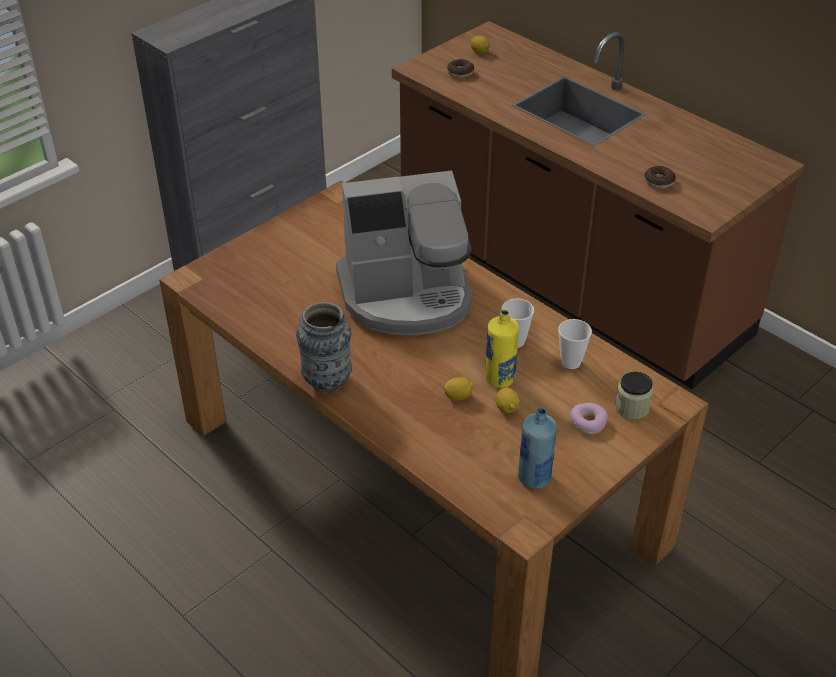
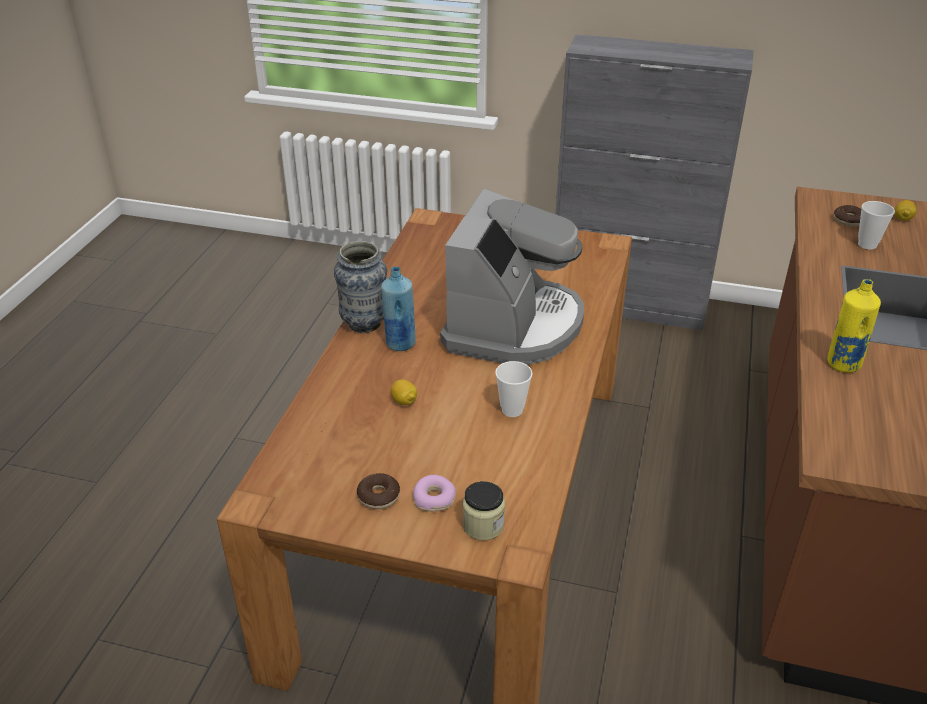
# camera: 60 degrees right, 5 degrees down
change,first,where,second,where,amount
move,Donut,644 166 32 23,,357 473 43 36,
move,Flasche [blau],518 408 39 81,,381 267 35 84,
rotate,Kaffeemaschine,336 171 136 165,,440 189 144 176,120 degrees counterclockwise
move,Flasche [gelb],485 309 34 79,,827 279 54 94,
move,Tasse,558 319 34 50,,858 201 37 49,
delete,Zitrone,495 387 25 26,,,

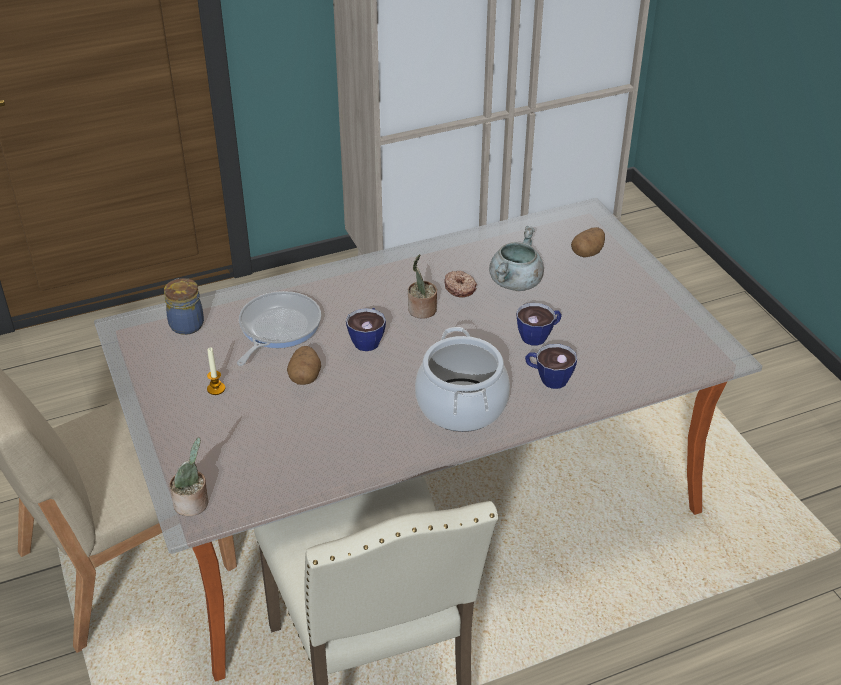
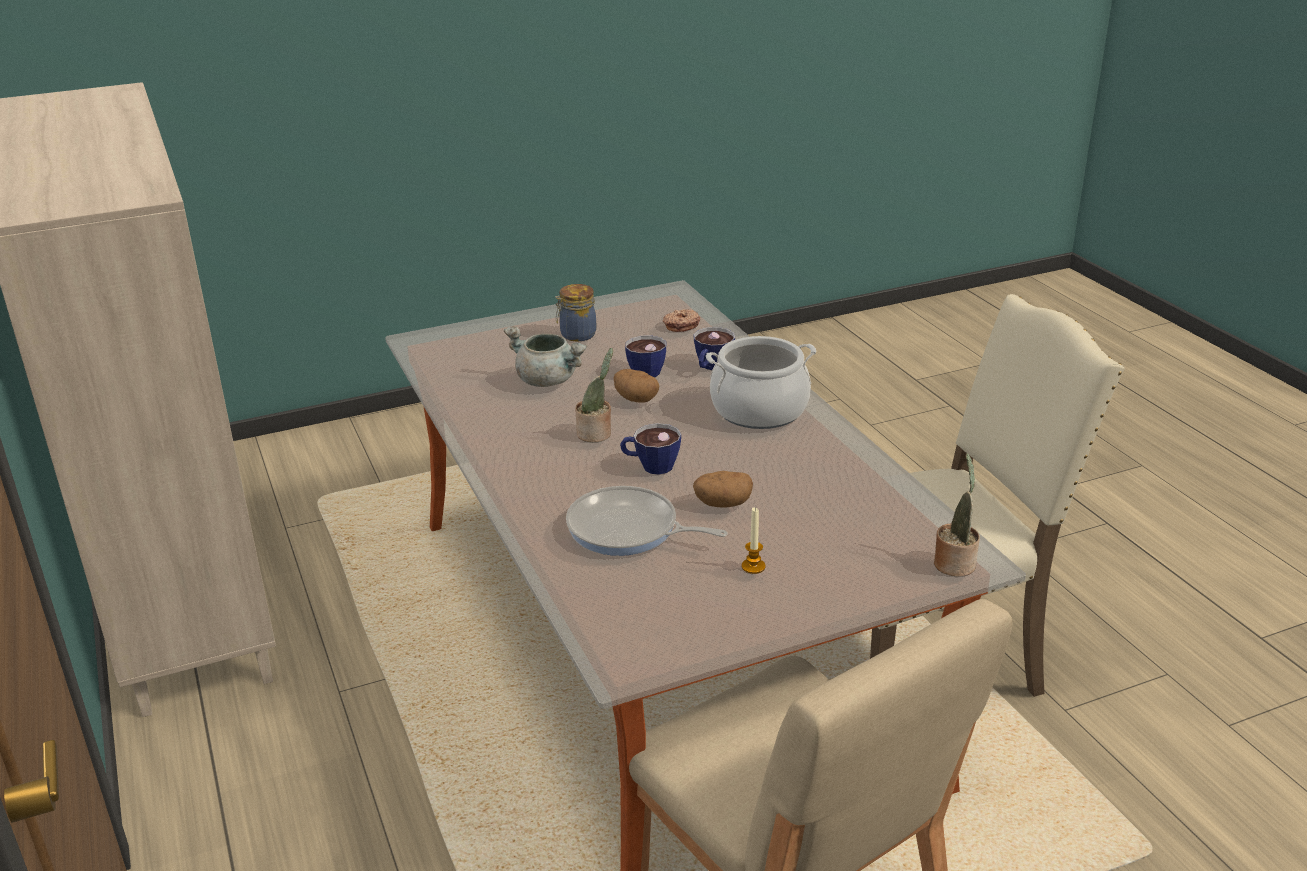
# camera: 90 degrees left, 10 degrees down
change,first,where,second,where,amount
move,Vorratsglas,164 278 40 57,,555 284 41 57,
move,Kartoffel,571 227 34 30,,614 369 45 34,
move,Donut,444 271 33 26,,663 309 37 23,

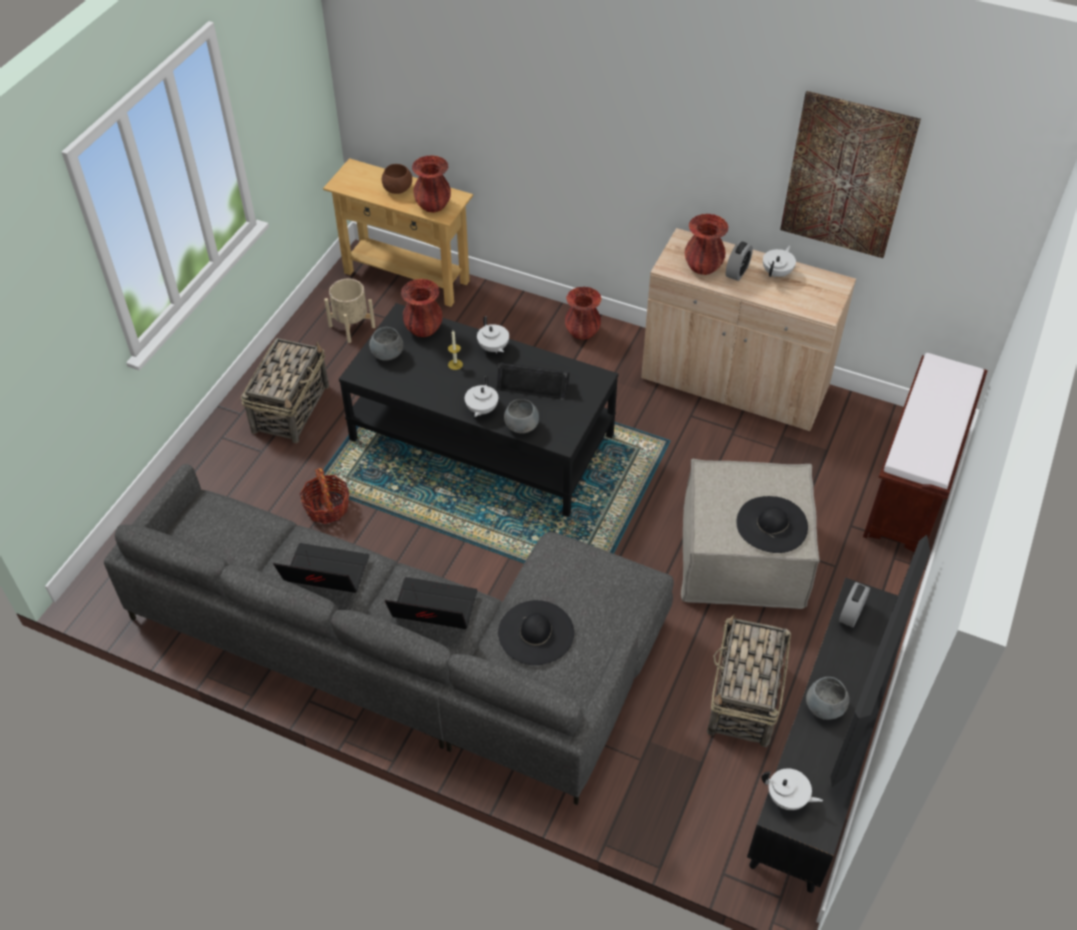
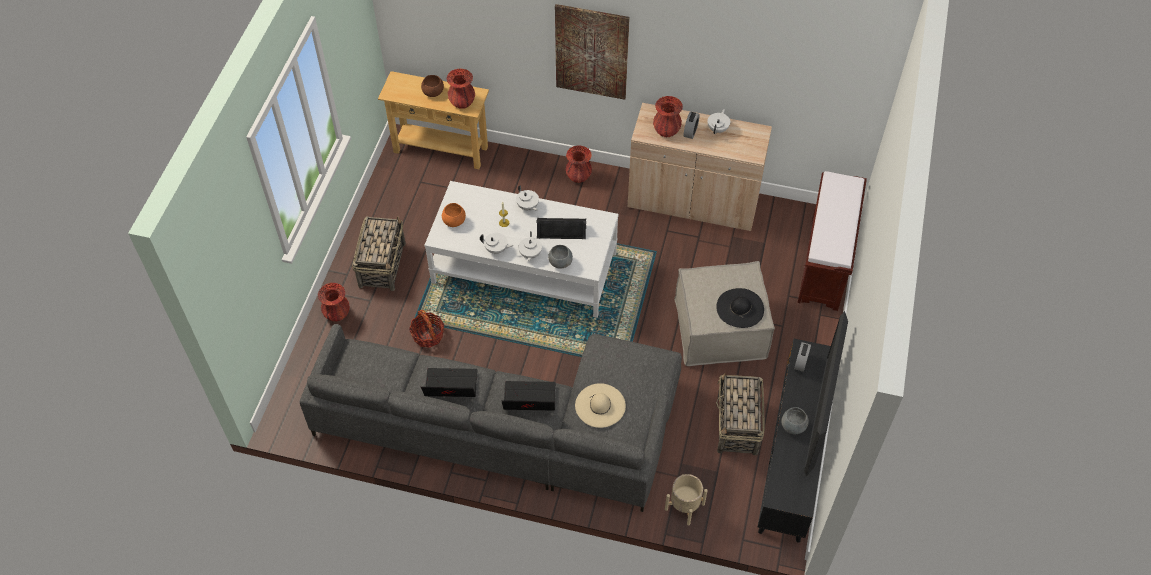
# camera: 10 degrees left, 5 degrees up
change,first,where,second,where,amount
move,Vase [rot],401 279 41 58,,318 283 32 38,
recolor,Couchtisch [schwarz],339 303 279 214,Couchtisch [weiß],425 181 194 137,
recolor,Schüssel [grau],369 327 34 33,Schüssel [orange],442 203 24 24,
move,Teekanne [weiß],761 768 62 42,,480 233 34 21,
move,Bild,780 91 141 167,,555 4 75 96,
recolor,Hut [schwarz],498 600 76 65,Hut [beige],575 383 51 45,
move,Pflanzkübel [beige],324 279 51 64,,665 474 43 52,

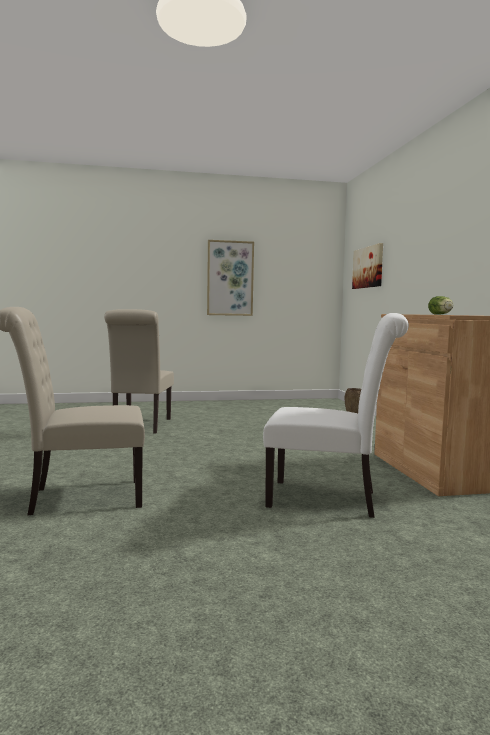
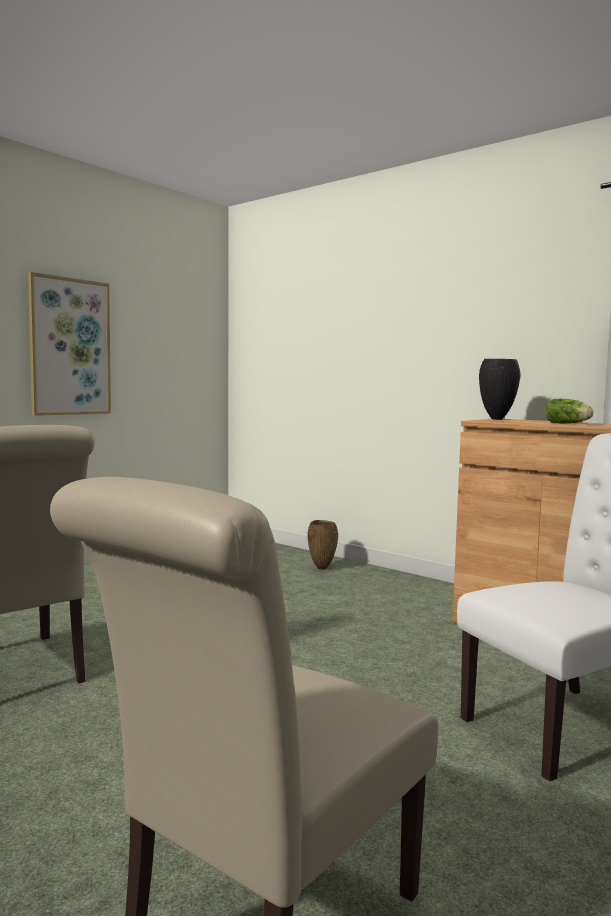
# camera: 40 degrees left, 0 degrees up
change,first,where,second,where,amount
insert,,,Vase [schwarz],479 359 41 61,
delete,Bild,352 243 31 46,,,

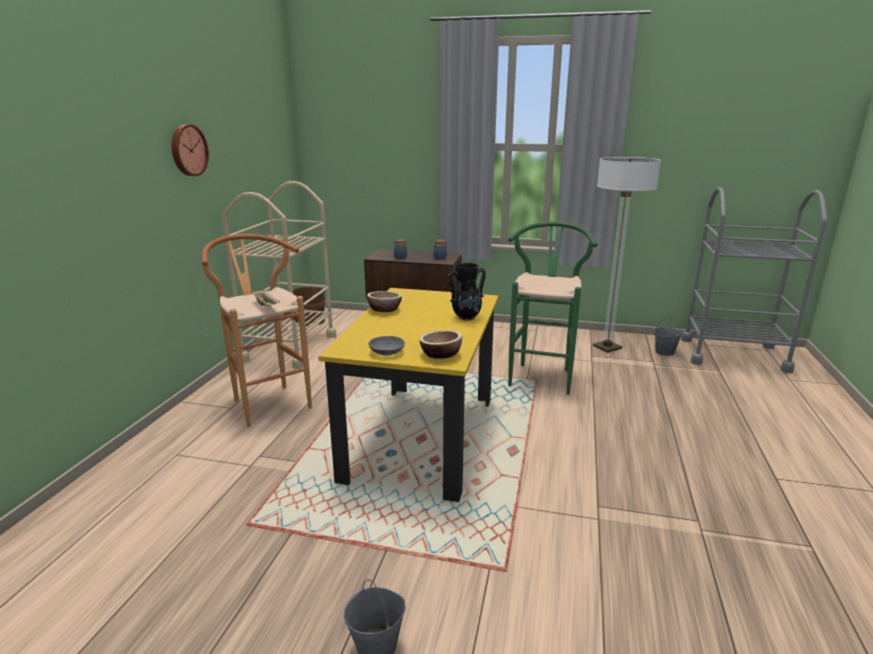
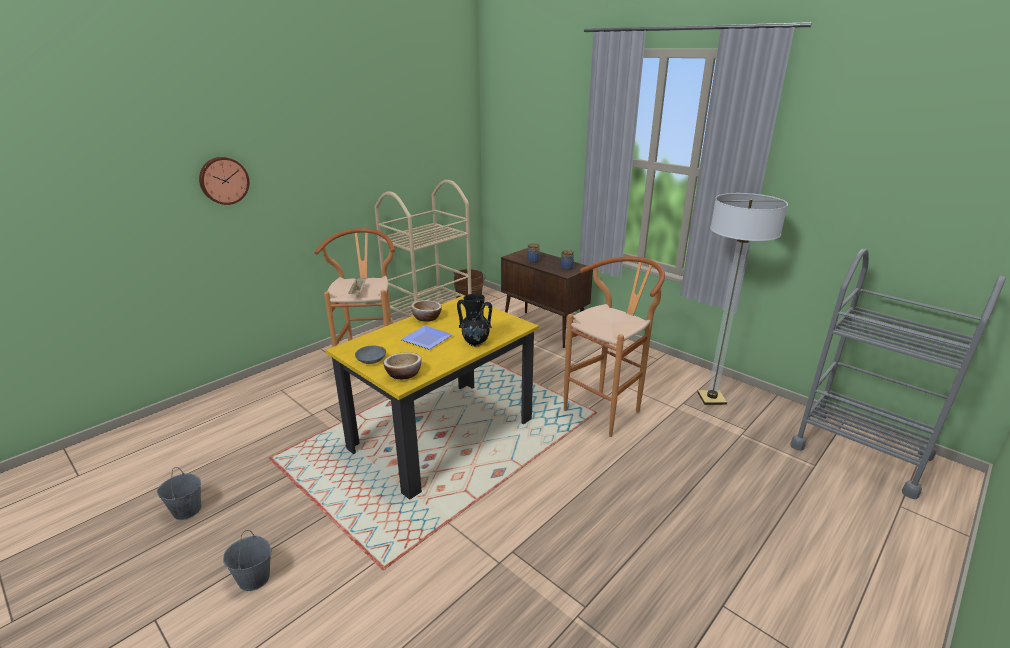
# camera: 30 degrees right, 5 degrees up
change,first,where,second,where,amount
move,Eimer [grau],655 317 27 39,,157 467 44 53,
move,Wanduhr,172 124 37 52,,199 157 50 48,
insert,,,Teller,401 326 52 23,
recolor,Hocker [grün],508 221 89 174,Hocker [braun],564 256 101 181,

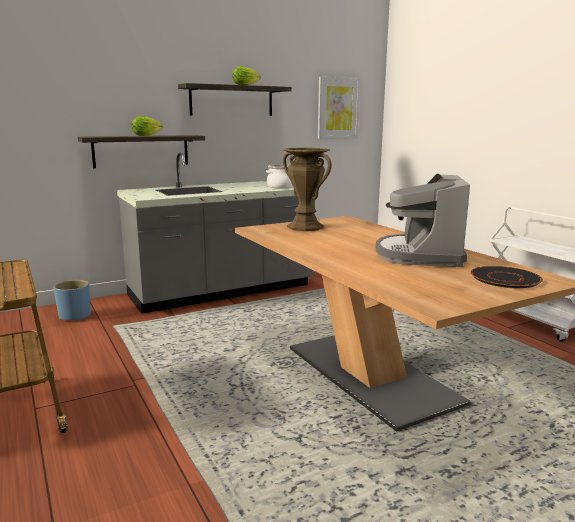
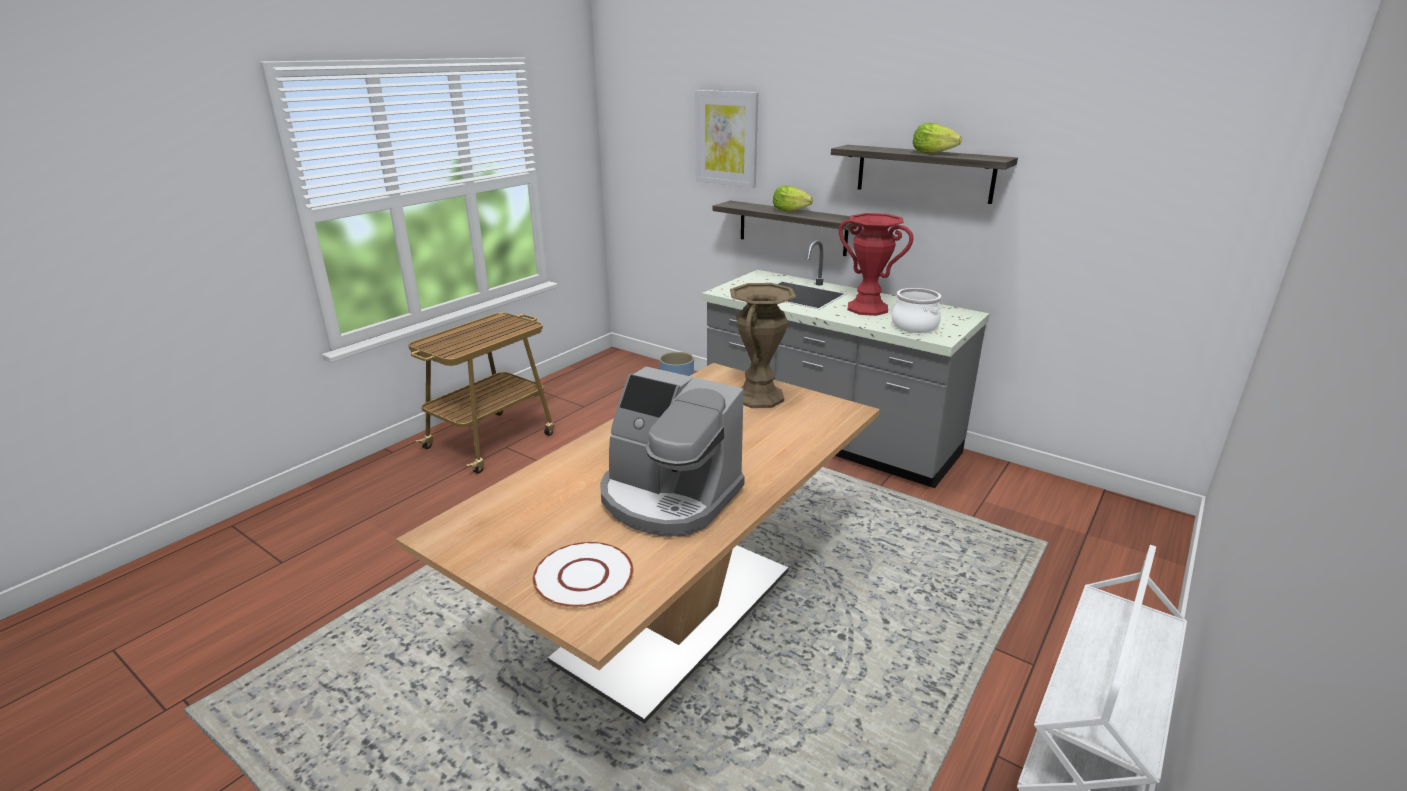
# camera: 65 degrees right, 10 degrees up
change,first,where,second,where,amount
recolor,Teller [schwarz],471 266 72 22,Teller [weiß],533 542 100 66,
rotate,Kaffeemaschine,376 174 94 93,,600 367 145 170,135 degrees counterclockwise
move,Bild,318 77 42 62,,695 90 63 98,
insert,,,Vase [rot],839 213 75 103,

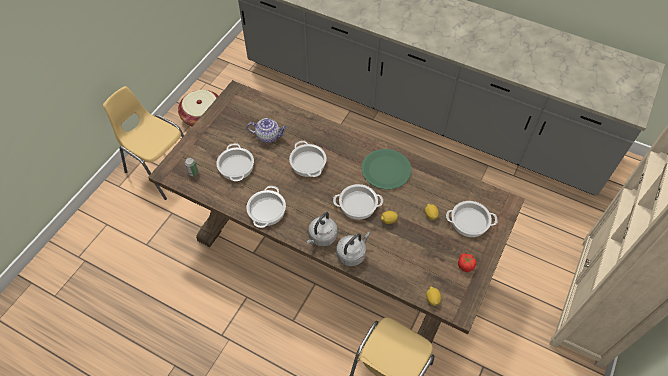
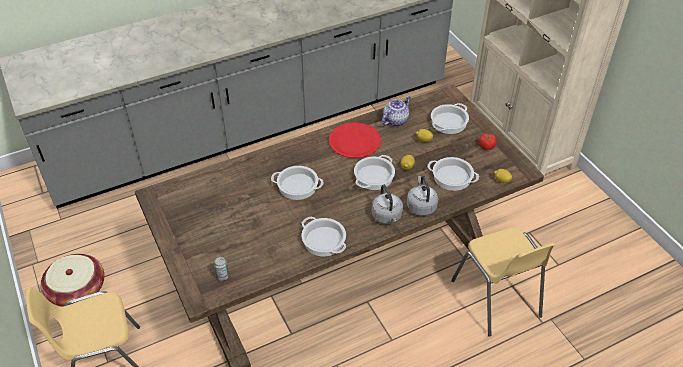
# camera: 55 degrees left, 10 degrees down
change,first,where,second,where,amount
recolor,Teller [grün],361 149 51 41,Teller [rot],329 122 52 36,
move,Teekanne,247 118 40 25,,382 96 29 30,
move,Kochtopf,217 143 37 38,,427 157 52 34,

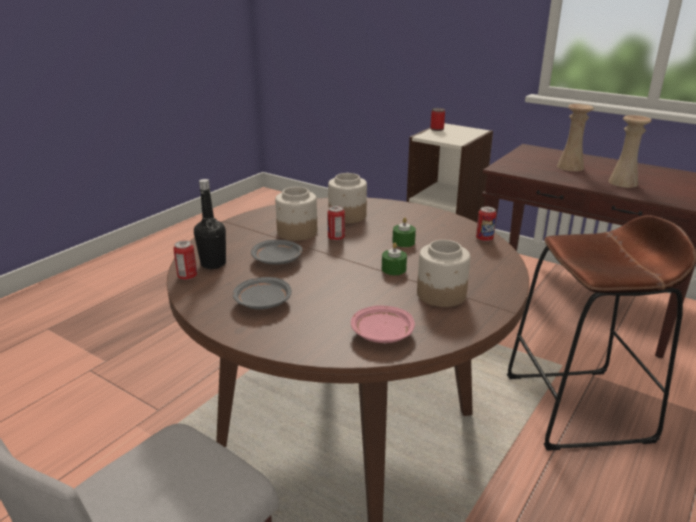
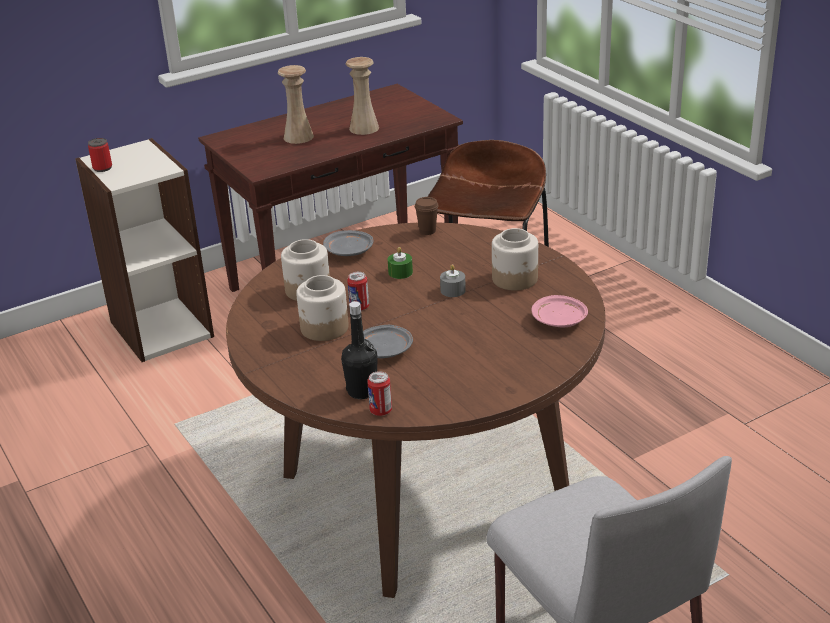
# camera: 65 degrees left, 5 degrees up
change,first,where,second,where,amount
move,Teller [grau],233 277 59 33,,323 230 50 26,
replace,Dose,476 207 21 35,Tasse [braun],415 197 24 38,
recolor,Kerze [grün],382 243 25 32,Kerze [grau],440 264 26 33,

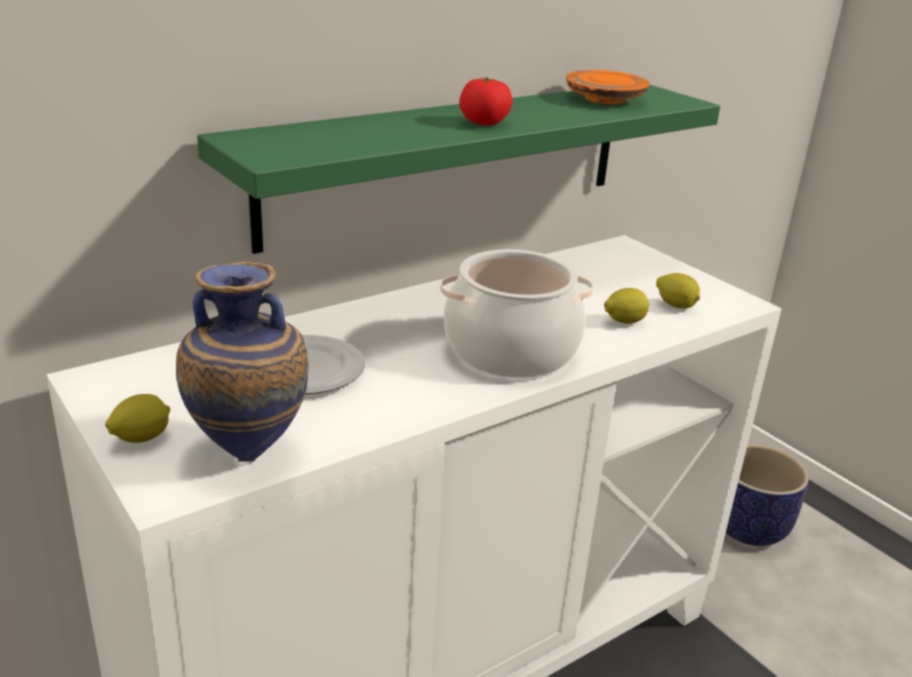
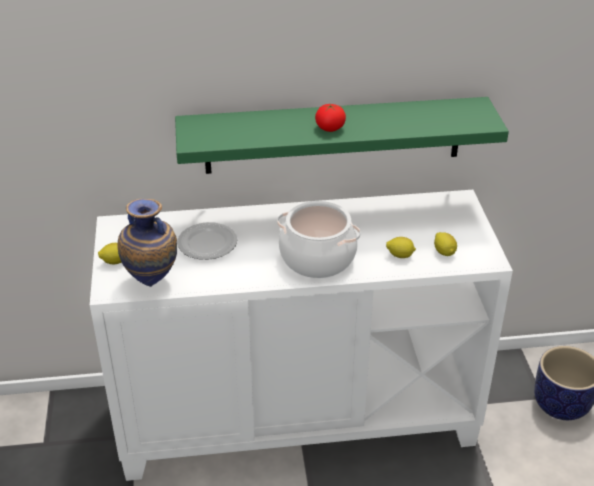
# camera: 30 degrees right, 10 degrees up
change,first,where,second,where,amount
delete,Teller [orange],566 70 84 34,,,

